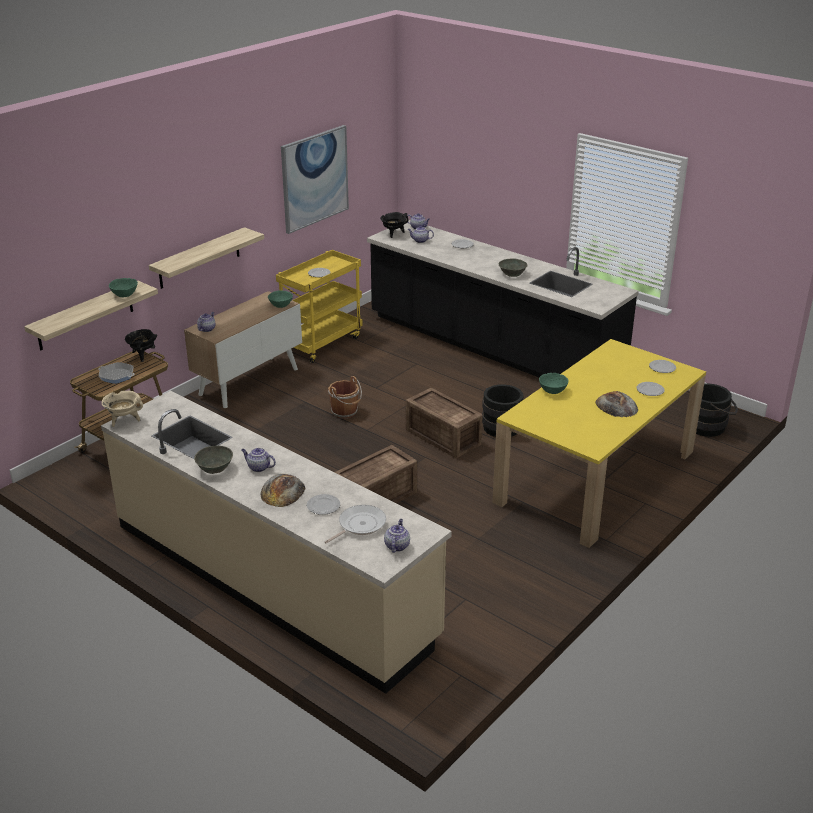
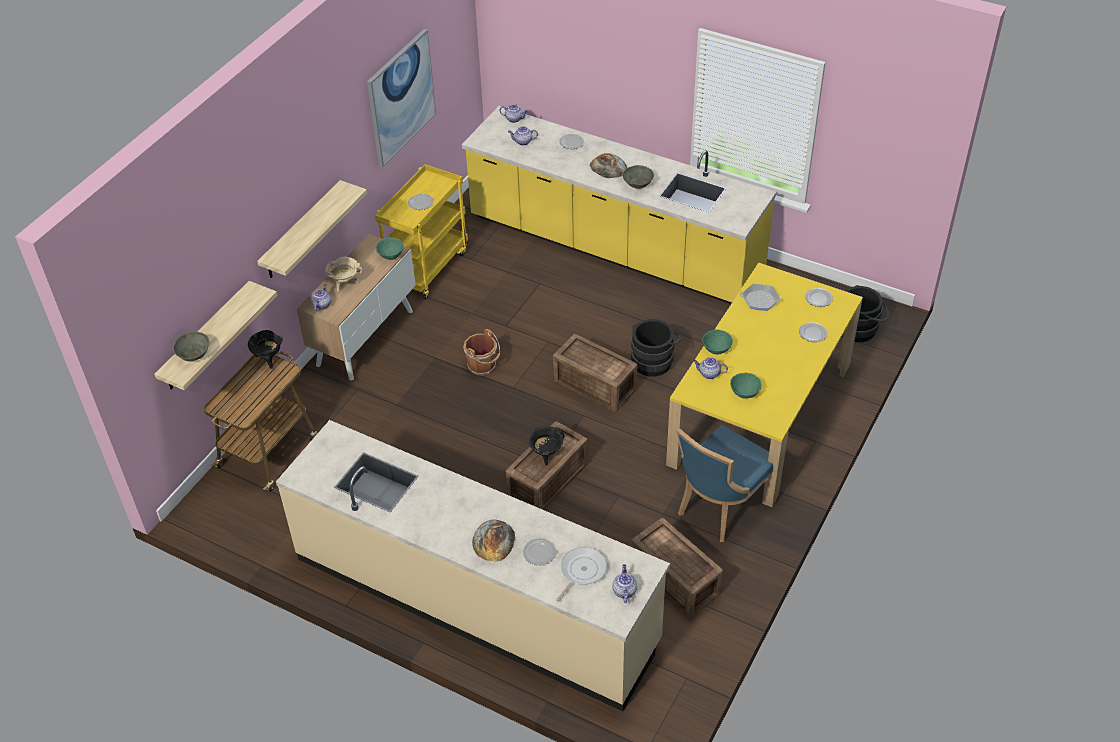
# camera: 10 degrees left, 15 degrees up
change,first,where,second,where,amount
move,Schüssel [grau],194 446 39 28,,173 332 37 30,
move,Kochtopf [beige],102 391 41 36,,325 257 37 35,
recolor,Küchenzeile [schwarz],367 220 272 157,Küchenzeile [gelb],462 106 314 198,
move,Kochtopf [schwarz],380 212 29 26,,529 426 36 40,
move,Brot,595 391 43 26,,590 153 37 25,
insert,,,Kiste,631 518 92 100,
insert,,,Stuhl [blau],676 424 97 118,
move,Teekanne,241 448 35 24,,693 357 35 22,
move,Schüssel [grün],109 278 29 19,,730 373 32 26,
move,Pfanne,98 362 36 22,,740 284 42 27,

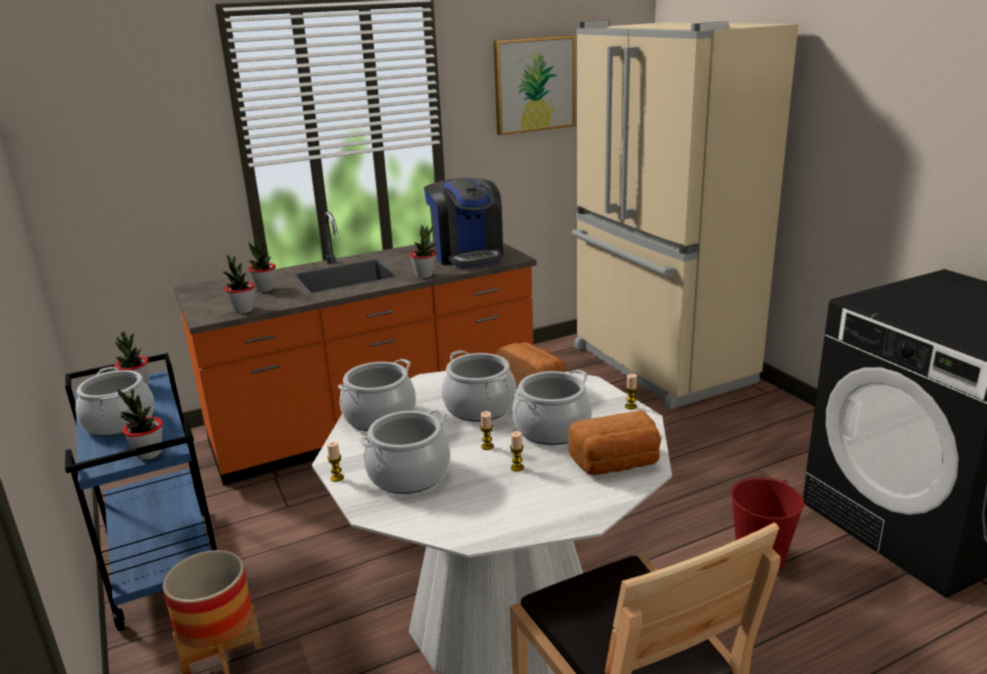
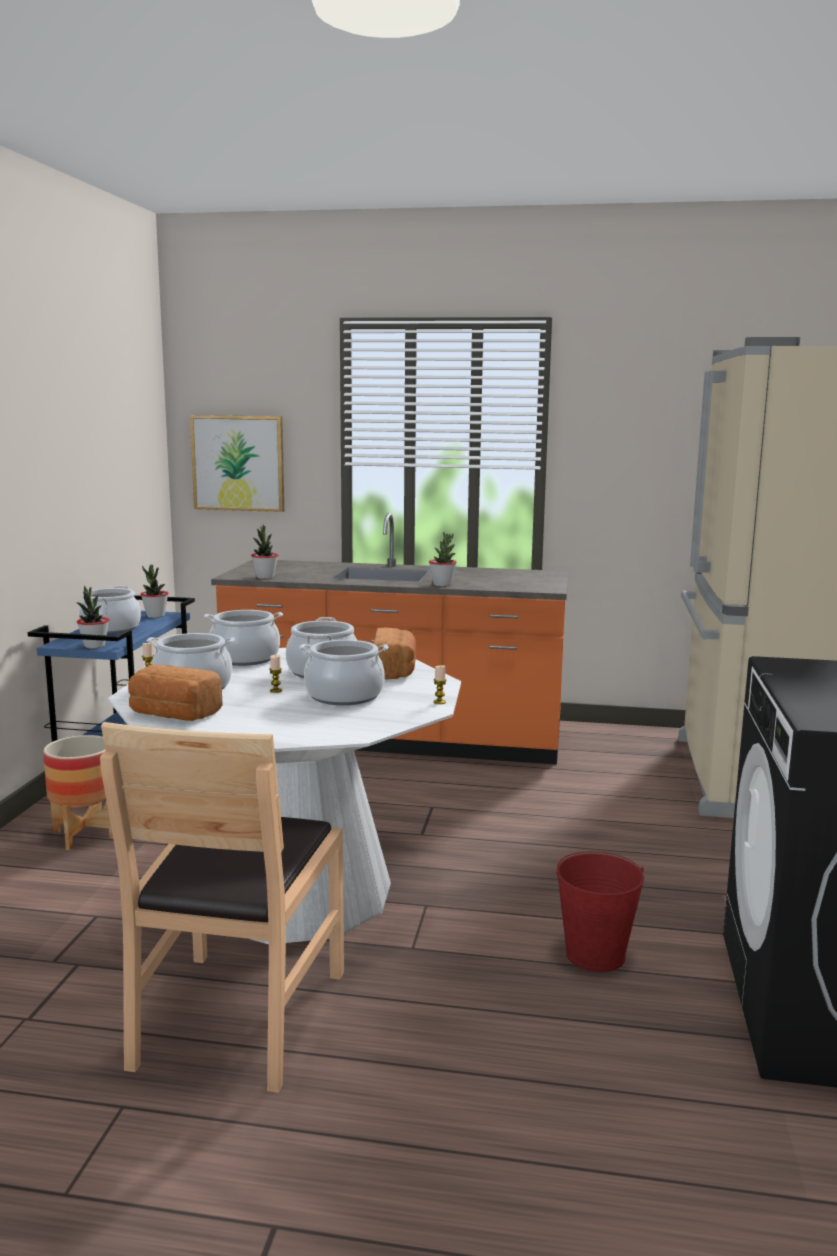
# camera: 35 degrees right, 10 degrees down
change,first,where,second,where,amount
move,Brot,568 411 93 64,,128 664 95 57,
move,Bild,494 35 82 100,,190 415 94 97,
delete,Topfpflanze,248 239 28 53,,,
delete,Kaffeemaschine,424 178 79 89,,,
delete,Kerze,510 431 14 41,,,

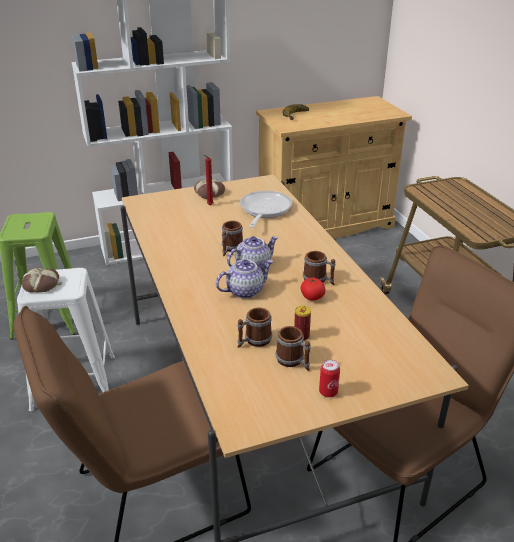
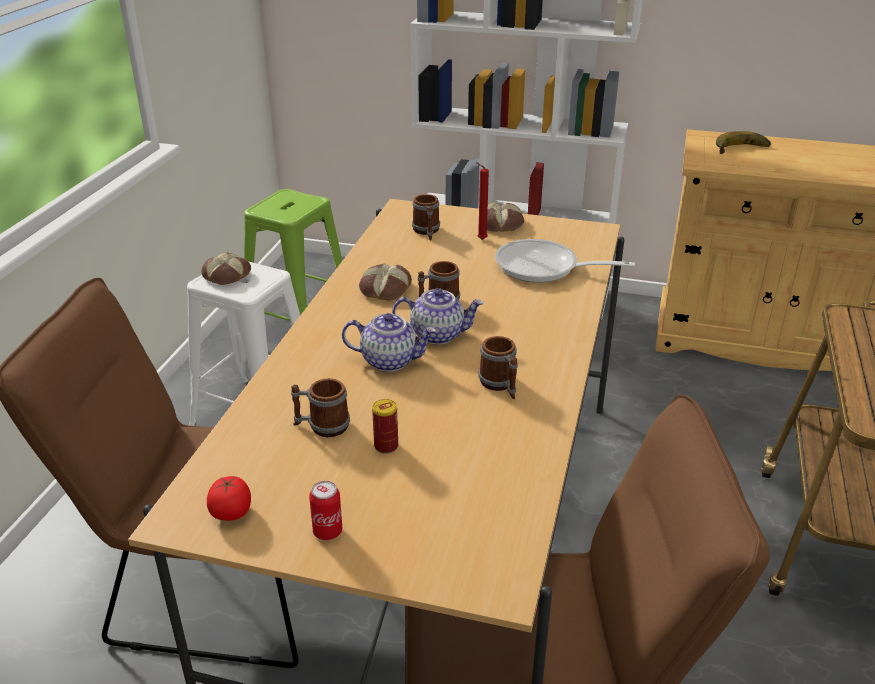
# camera: 35 degrees right, 0 degrees up
change,first,where,second,where,amount
move,Tomate,301 277 25 24,,207 476 44 45,
insert,,,Brot,359 264 53 37,
move,Henkelbecher,275 326 36 45,,412 194 28 46,
rotate,Pfanne,240 191 52 37,,495 239 140 44,120 degrees counterclockwise

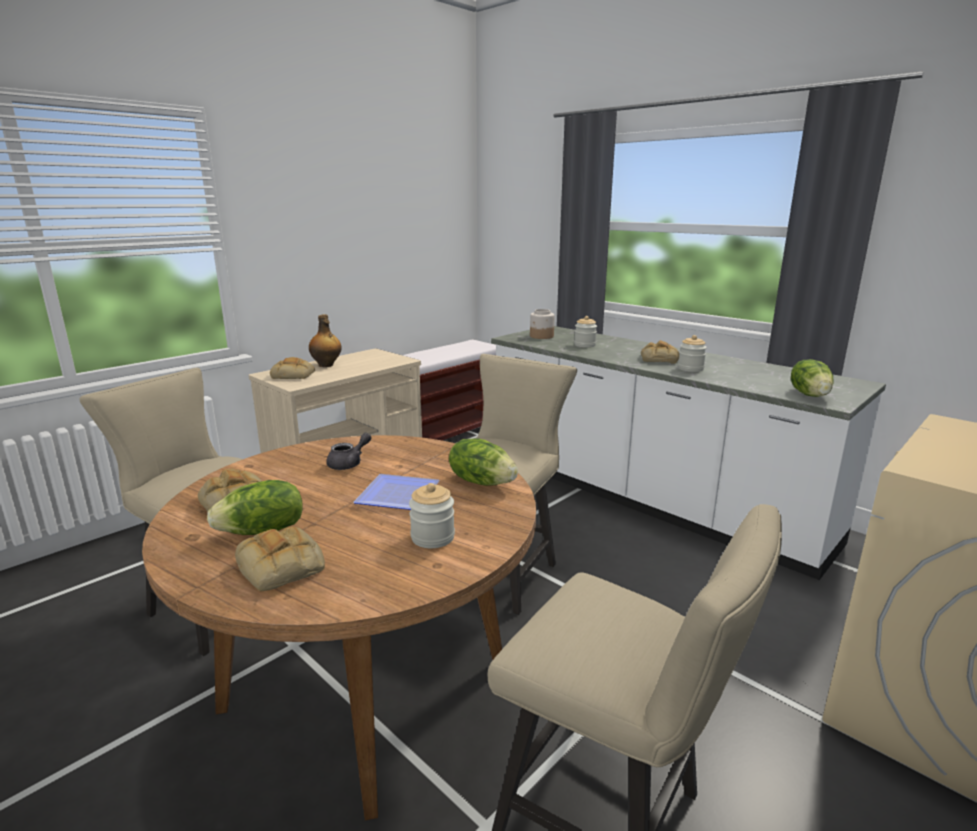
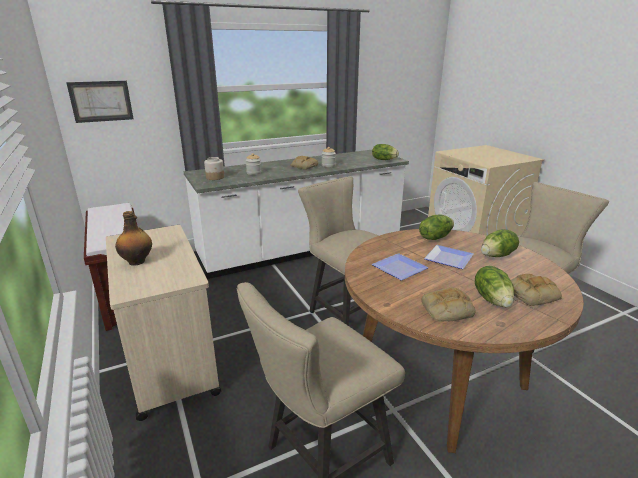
# camera: 70 degrees left, 5 degrees up
change,first,where,second,where,amount
insert,,,Bild,66 81 68 42,
replace,Teekanne [grau],326 433 45 37,Teller,371 253 58 27,
replace,Vorratsglas,409 483 46 65,Salatkopf,481 229 38 28,
delete,Brot,270 357 45 22,,,

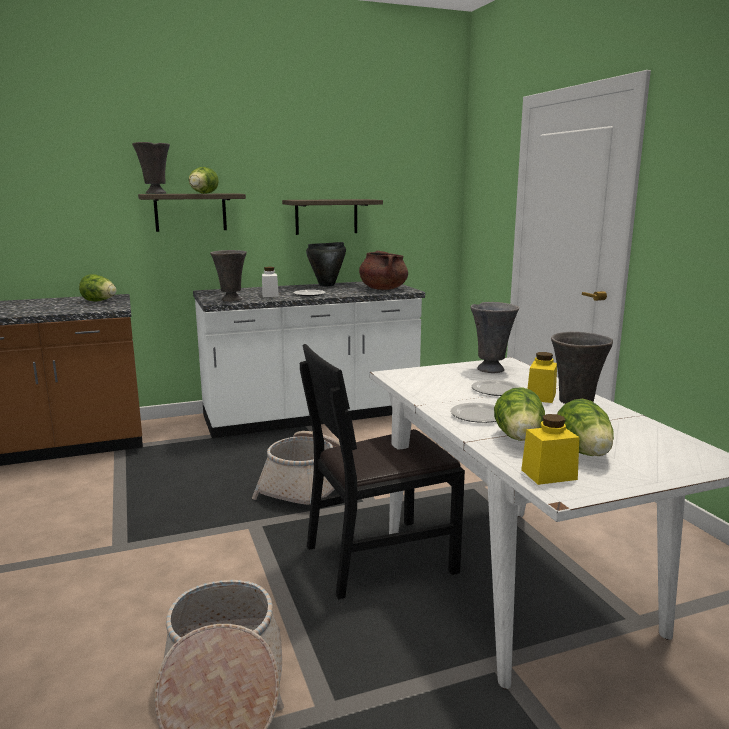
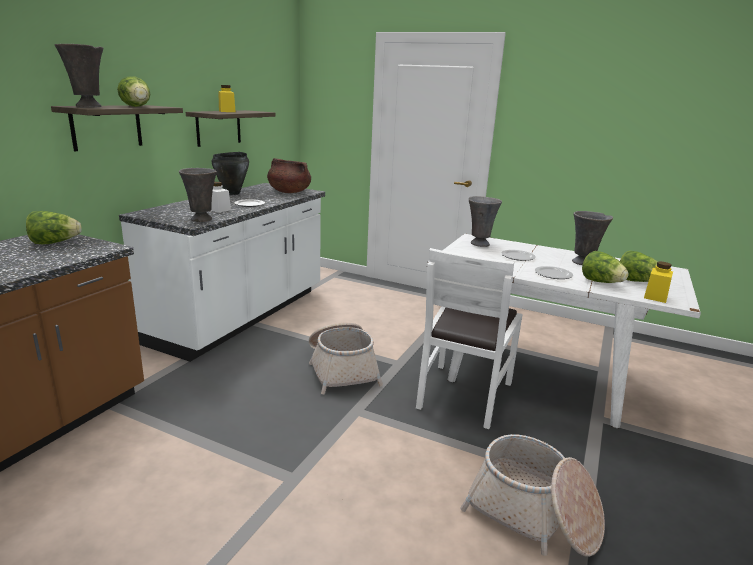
# camera: 45 degrees left, 5 degrees up
change,first,where,second,where,amount
move,Vorratsglas [gelb],528 352 29 51,,218 85 18 27,
recolor,Stuhl [schwarz],300 344 165 256,Stuhl [weiß],416 248 107 181,

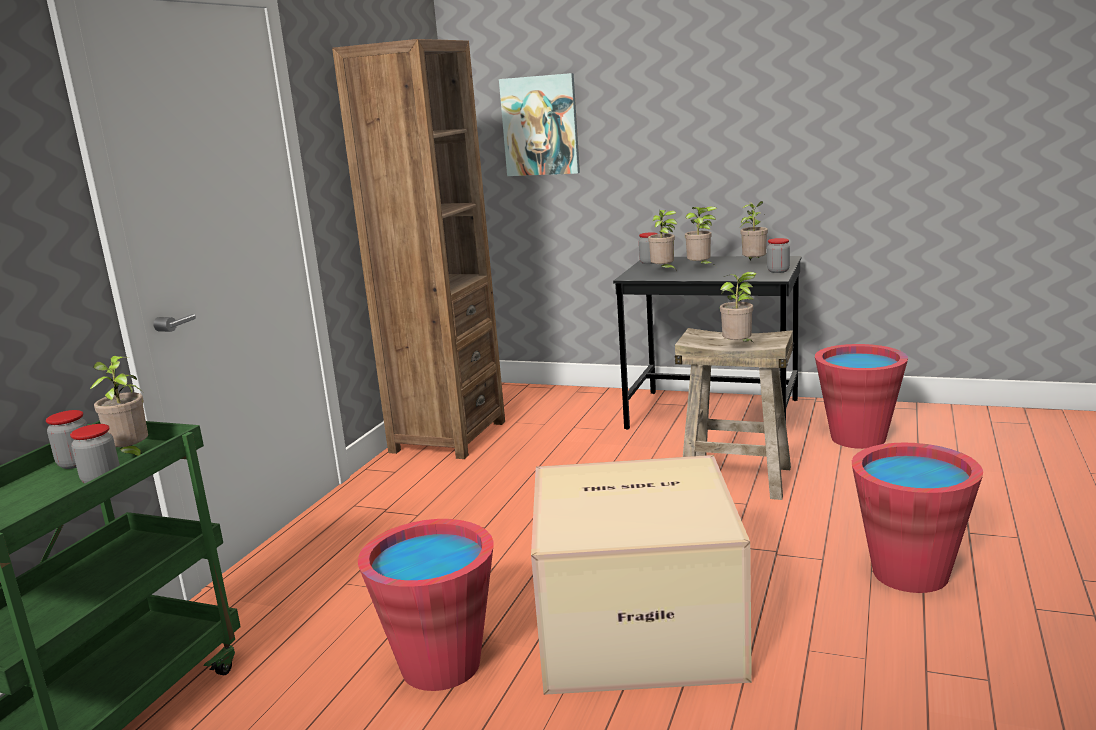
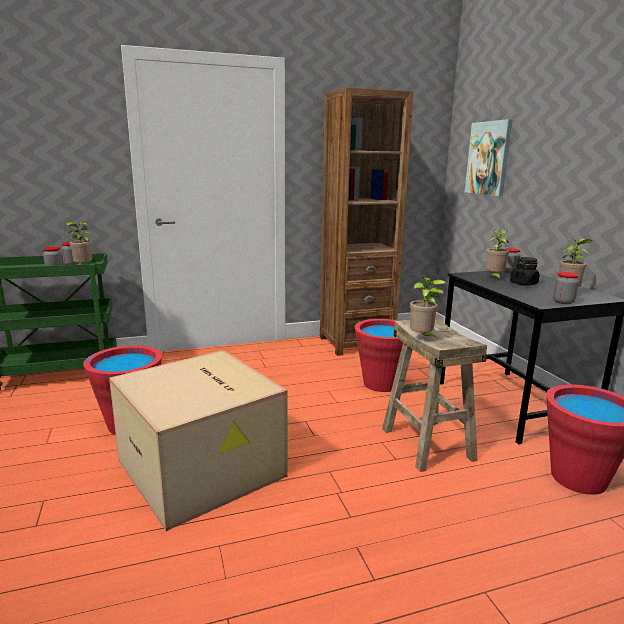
# camera: 50 degrees right, 0 degrees up
change,first,where,second,where,amount
move,Eimer [rot],852 442 131 151,,355 319 48 73,
replace,Topfpflanze,685 206 33 58,Vorratsglas [schwarz],510 257 30 29,

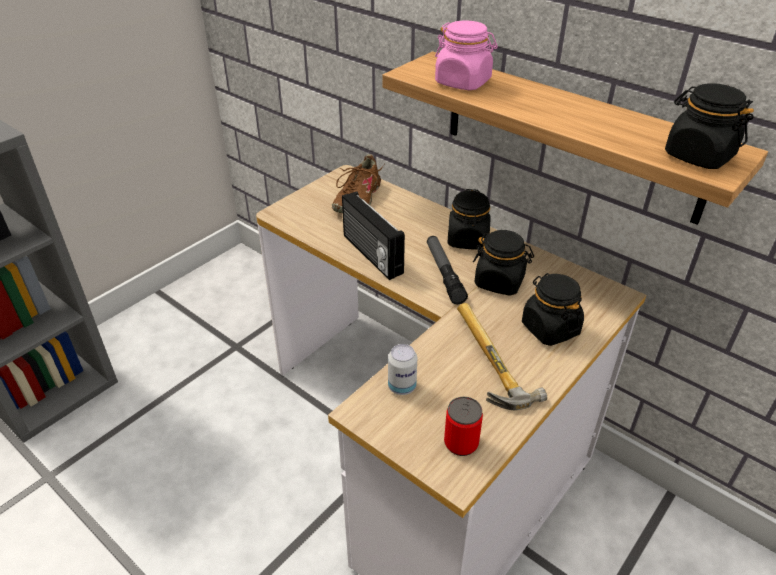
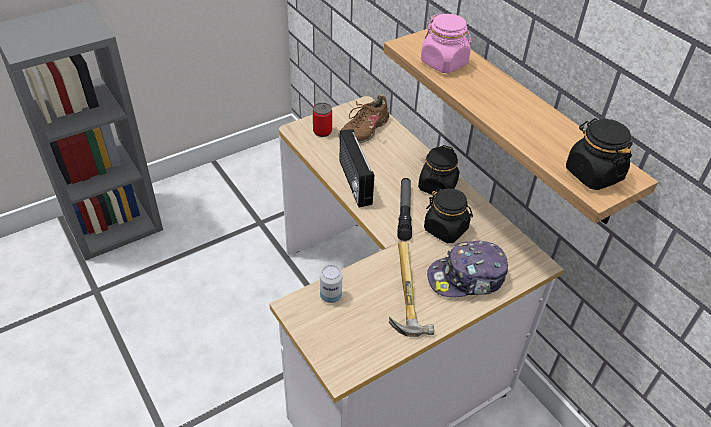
# camera: 15 degrees right, 5 degrees up
change,first,where,second,where,amount
move,Dose,444 397 39 59,,313 103 19 34,
replace,Vorratsglas [schwarz],522 273 62 73,Kappe,427 241 81 56,

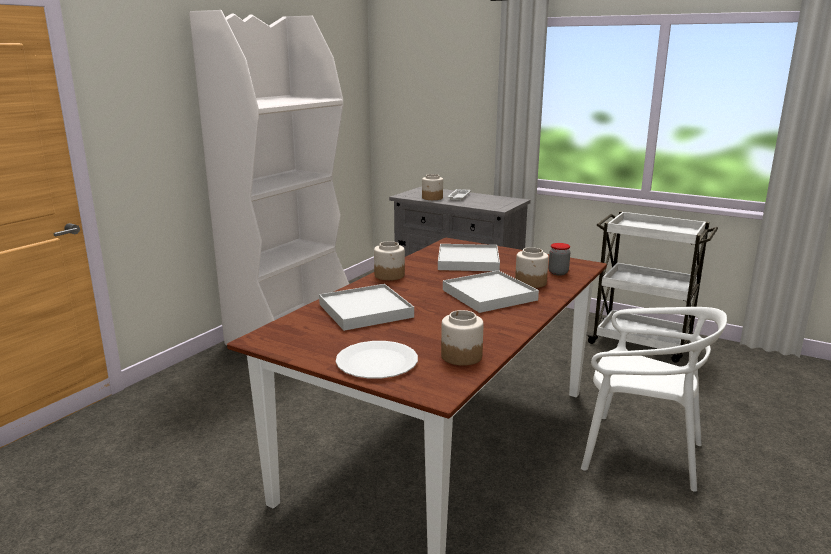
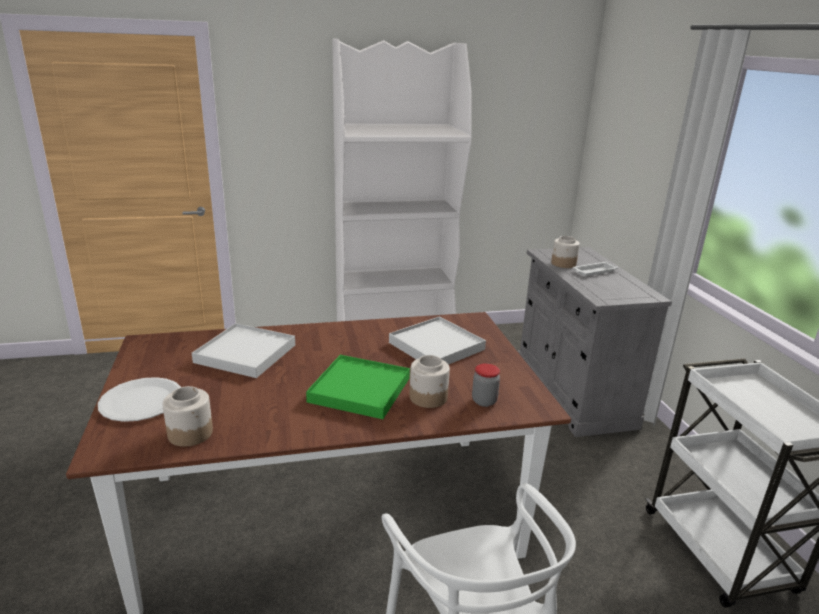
# camera: 45 degrees right, 5 degrees up
change,first,where,second,where,amount
recolor,Tablett [weiß],443 270 96 43,Tablett [grün],306 355 104 64,
delete,Vorratsglas,374 241 31 40,,,

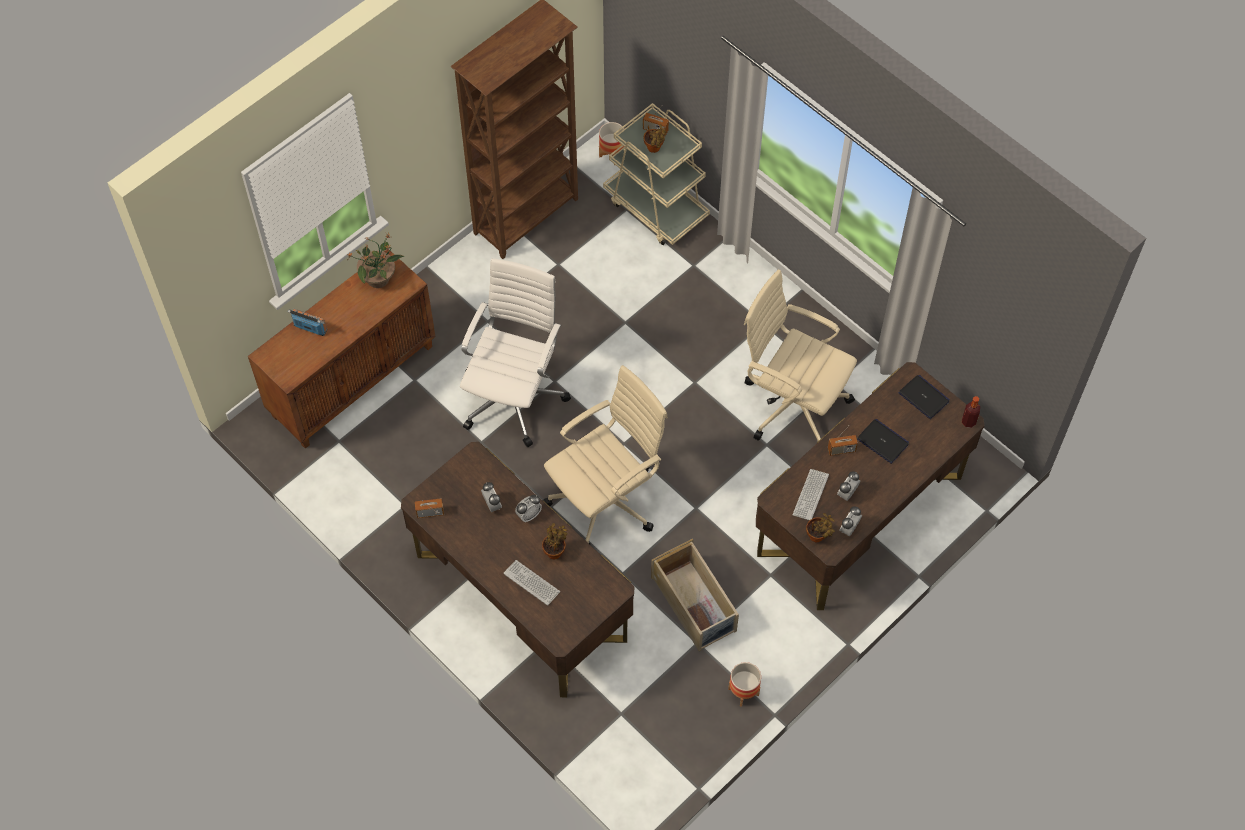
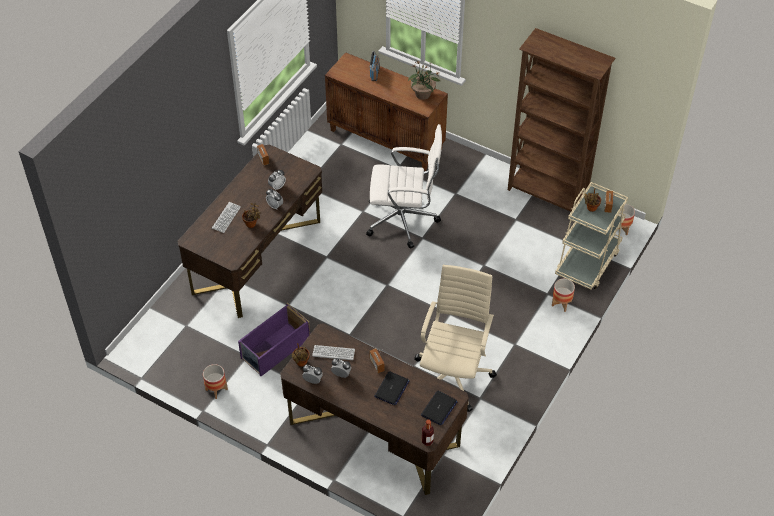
# camera: 75 degrees right, 10 degrees down
change,first,where,second,where,amount
recolor,Aufbewahrungsbox [beige],651 539 88 112,Aufbewahrungsbox [lila],238 303 72 73,
insert,,,Pflanzkübel,552 279 23 33,
delete,Bürostuhl [beige],542 365 126 179,,,

